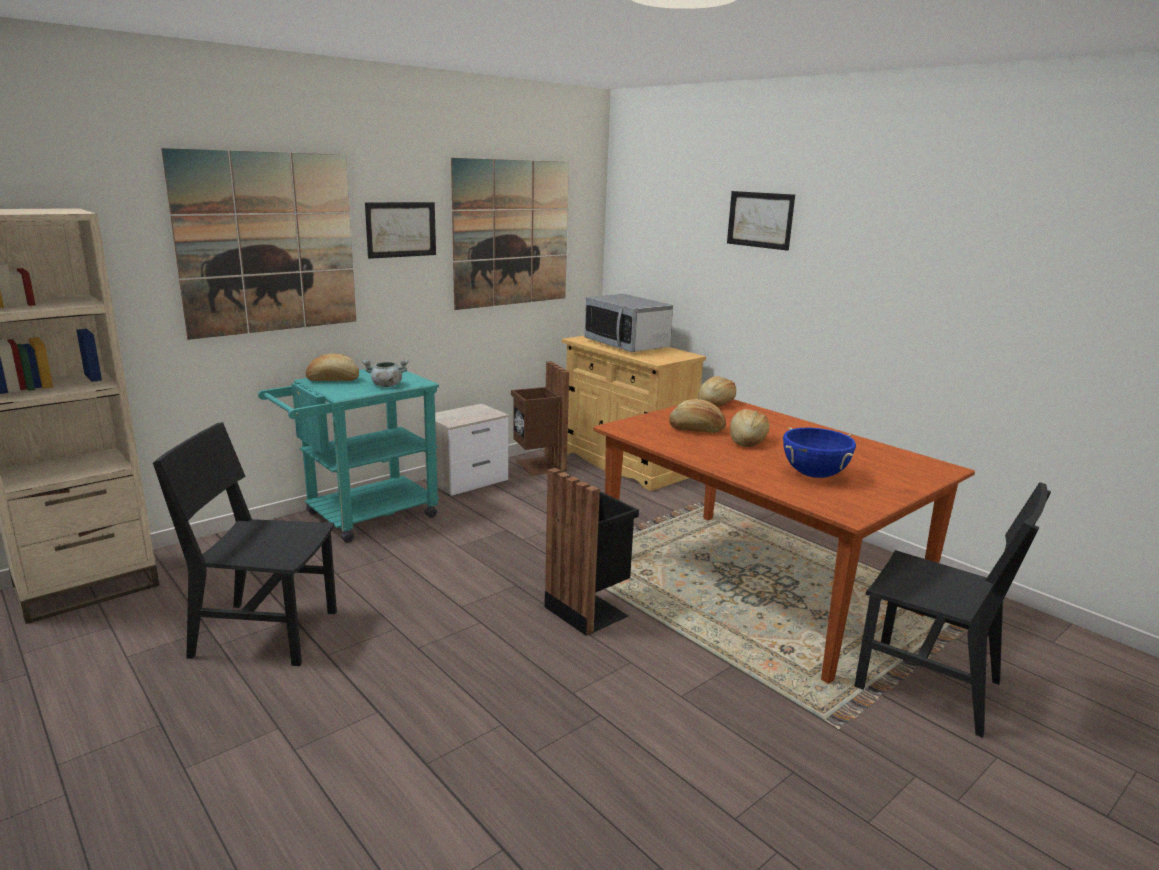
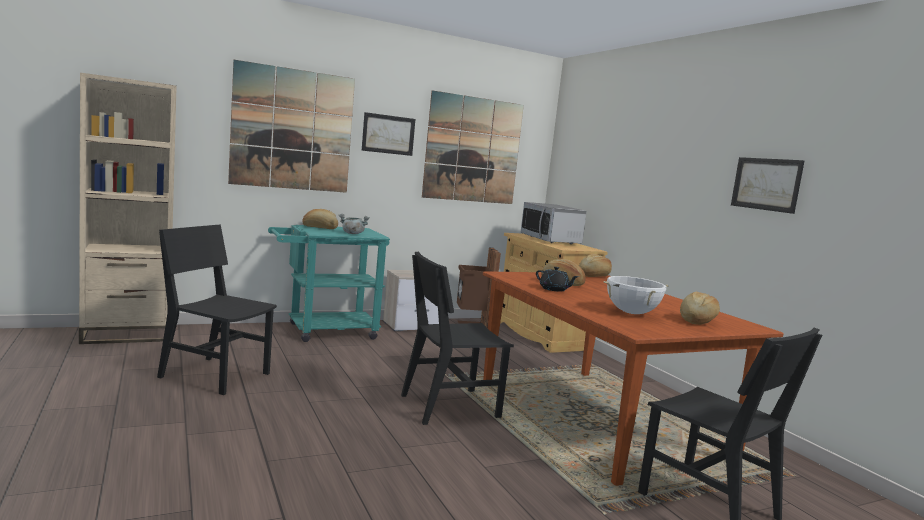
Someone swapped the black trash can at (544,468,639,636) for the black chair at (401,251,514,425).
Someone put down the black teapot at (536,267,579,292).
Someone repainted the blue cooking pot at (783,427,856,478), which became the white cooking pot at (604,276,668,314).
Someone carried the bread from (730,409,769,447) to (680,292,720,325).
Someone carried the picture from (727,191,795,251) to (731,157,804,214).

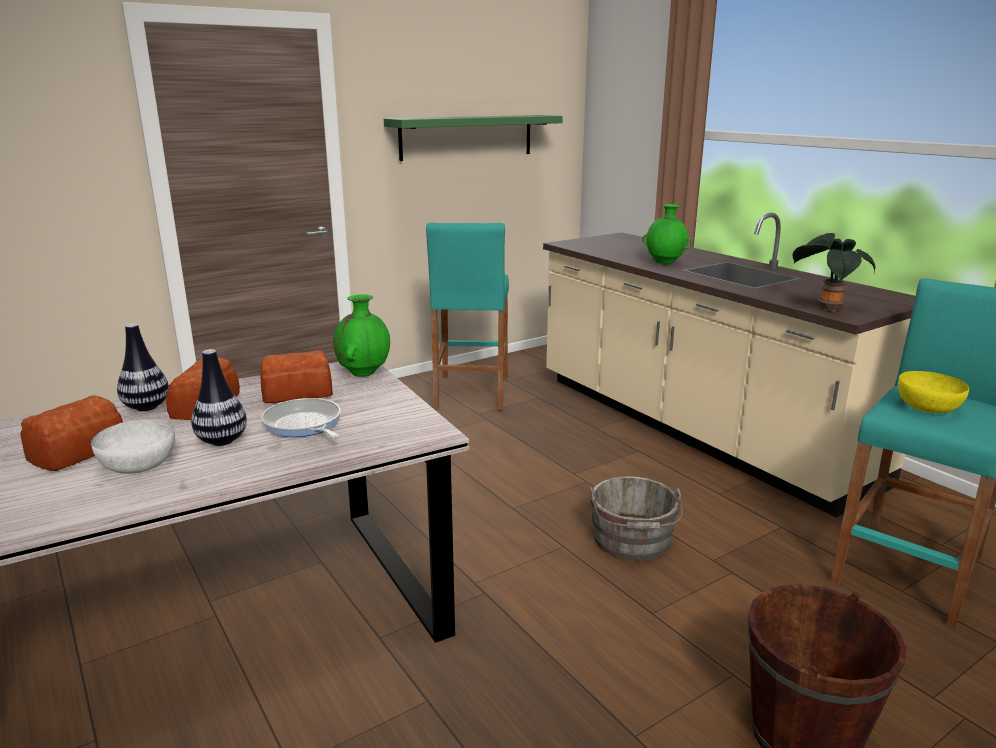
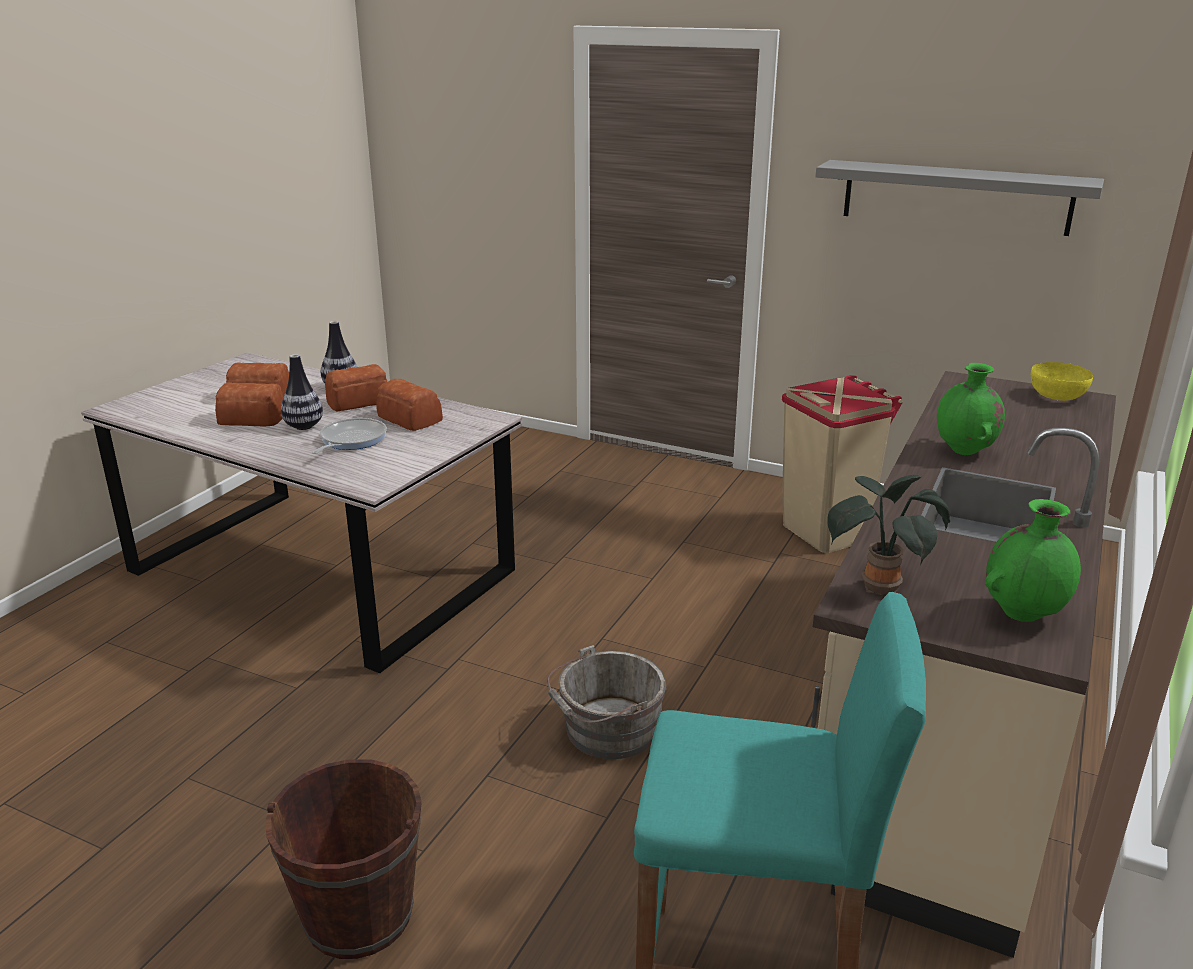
Someone swapped the white bowl at (91,419,175,474) for the bread at (215,382,284,427).
Someone swapped the turquoise stool at (426,222,509,411) for the beige trash can at (782,375,903,553).
Someone repainted the green shelf at (384,115,563,161), which became the grey shelf at (815,160,1104,236).
Someone carried the green vase from (333,294,390,377) to (985,499,1081,622).
Someone carried the yellow bowl from (898,371,969,413) to (1031,362,1093,401).

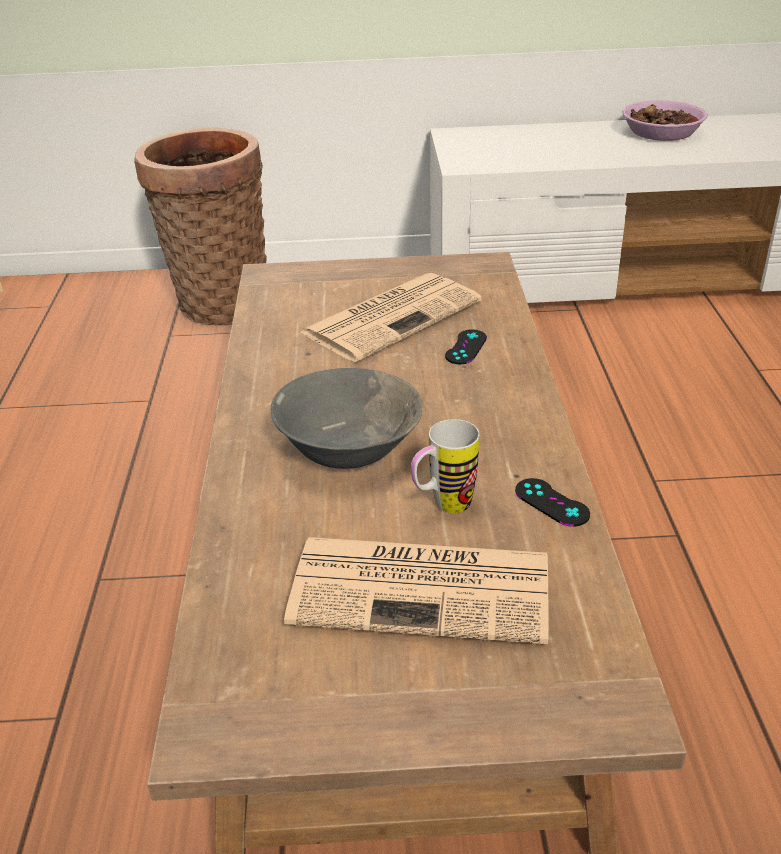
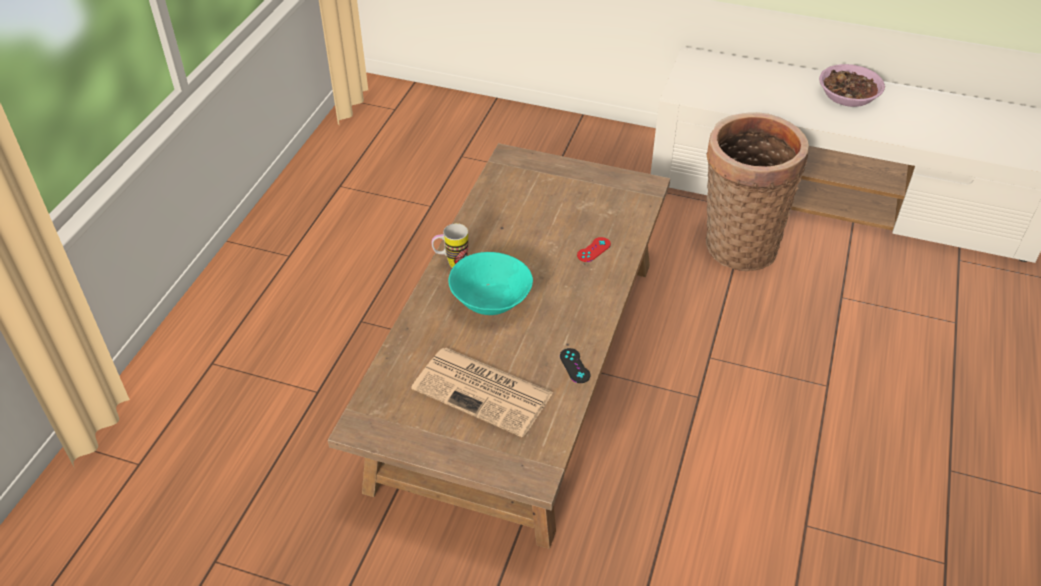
Someone carried the mug from (411,419,479,513) to (432,223,468,268).
Someone repainted the grey bowl at (271,368,422,469), which became the turquoise bowl at (448,252,533,315).
Someone repainted the black game controller at (445,329,487,364), which became the red game controller at (577,237,611,262).
Someone carried the basket from (134,128,267,325) to (706,112,809,271).
Someone took away the newspaper at (300,273,482,362).

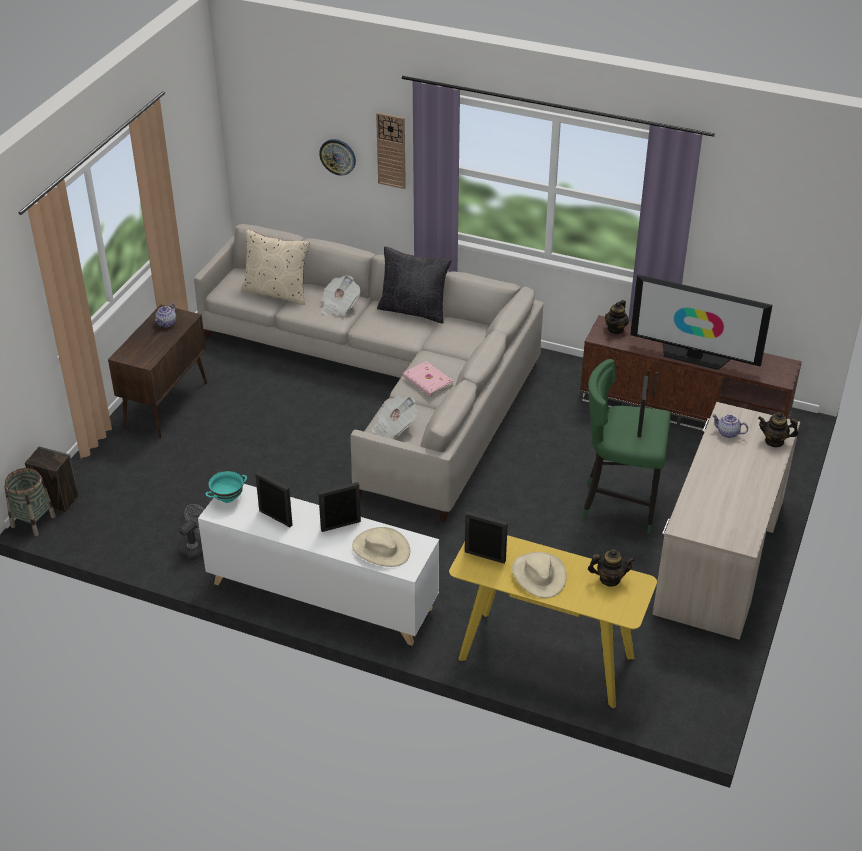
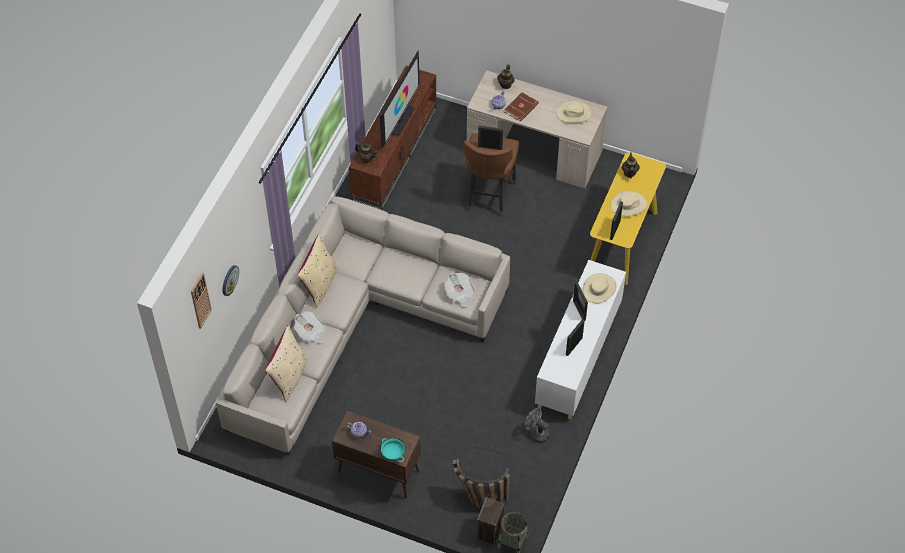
Someone carried the wall clock from (376,112,406,189) to (191,272,212,329).
Someone repainted the black pillow at (377,246,452,324), which became the beige pillow at (297,234,338,308).
Someone carried the turquoise bowl from (205,470,247,503) to (381,438,405,462).
Someone put down the basket at (453,448,510,509).
Someone repainted the green stool at (582,359,671,533), which became the brown stool at (463,133,519,217).
Someone put down the brown book at (504,92,539,122).
Someone put down the beige hat at (556,100,592,123).
Someone took away the pink book at (403,361,454,397).

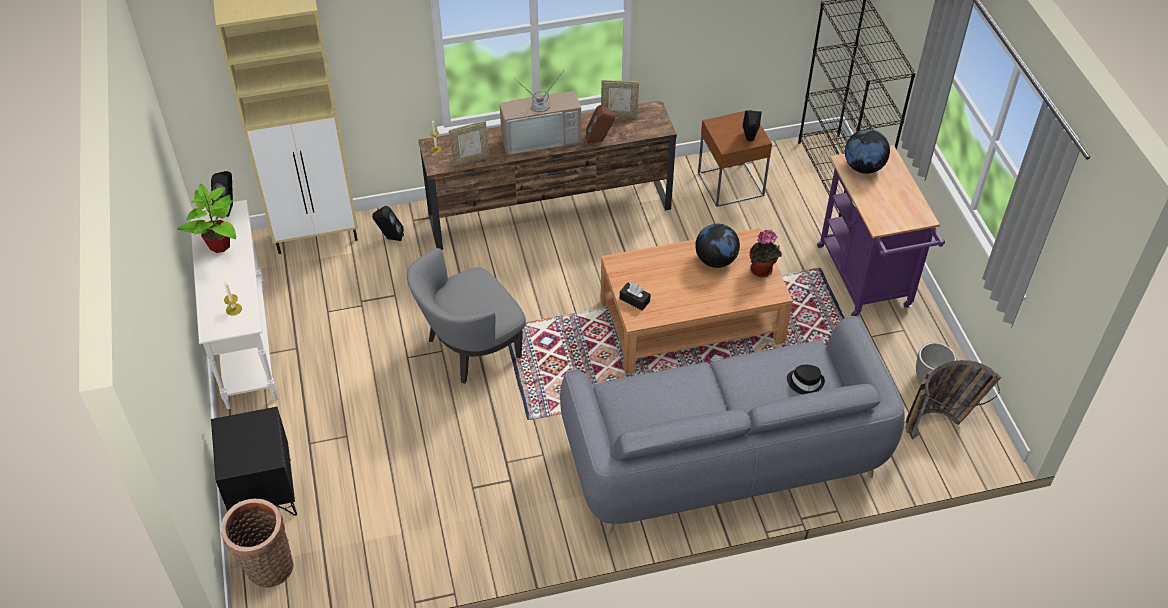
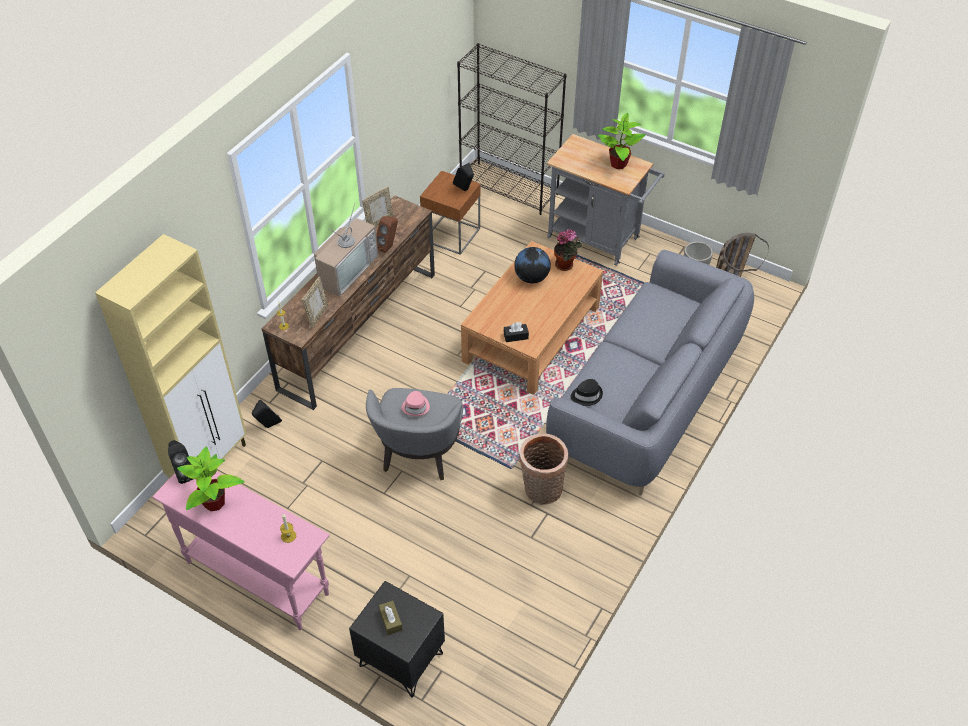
Someone repainted the white console table at (190,200,278,409), which became the pink console table at (152,472,330,630).
Someone put down the brown tissue box at (379,601,402,635).
Someone put down the pink hat at (401,391,430,416).
Someone carried the basket from (221,499,294,588) to (519,433,569,505).
Someone repainted the purple cart at (817,145,945,317), which became the grey cart at (547,134,665,266).
Someone carried the black hat from (787,365,825,394) to (571,379,603,406).
Someone put down the potted plant at (598,113,645,169).
Someone took away the globe at (845,129,890,174).

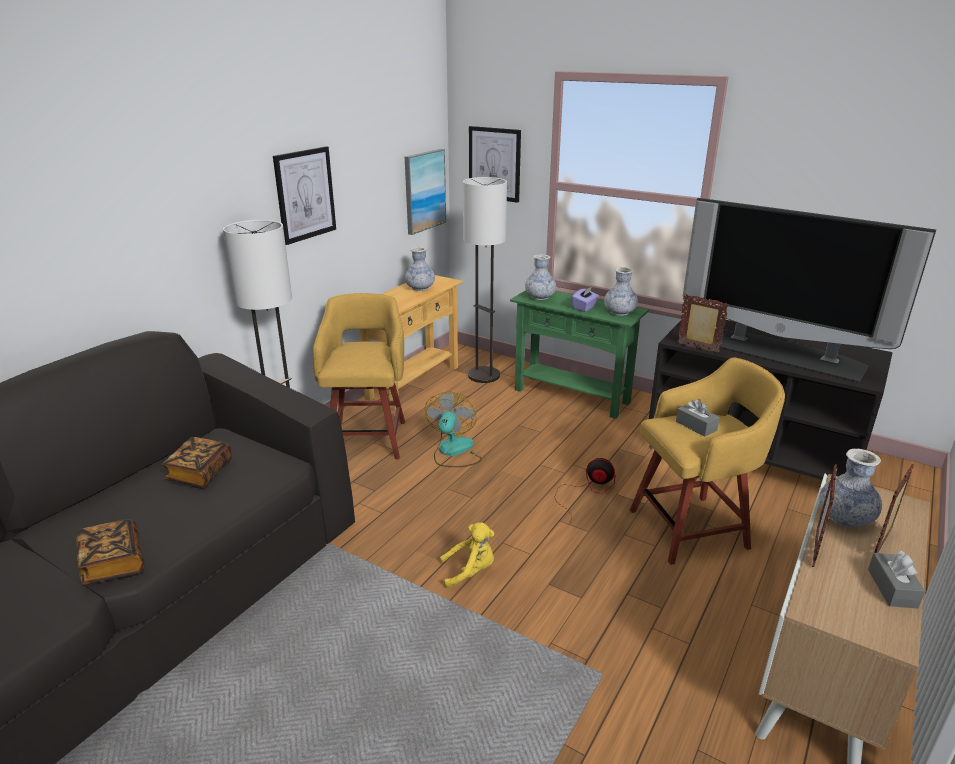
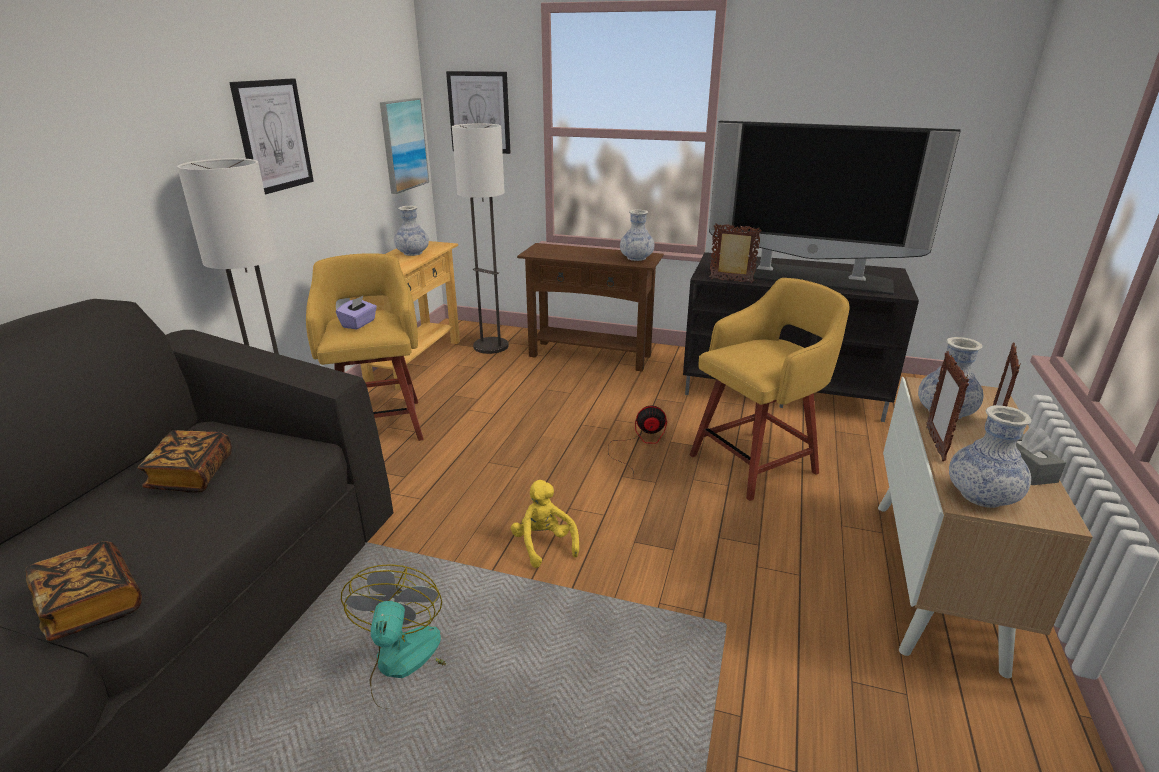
Someone carried the purple tissue box from (572,287,599,312) to (336,296,377,330).
Someone carried the fan from (425,392,482,467) to (341,564,446,709).
Someone rotated the yellow plush toy at (440,523,494,589) by 90 degrees counterclockwise.
Someone repainted the green console table at (510,290,649,419), which became the brown console table at (517,243,664,372).
Someone carried the vase from (525,254,556,300) to (949,405,1031,508).
Someone took away the grey tissue box at (676,399,720,437).

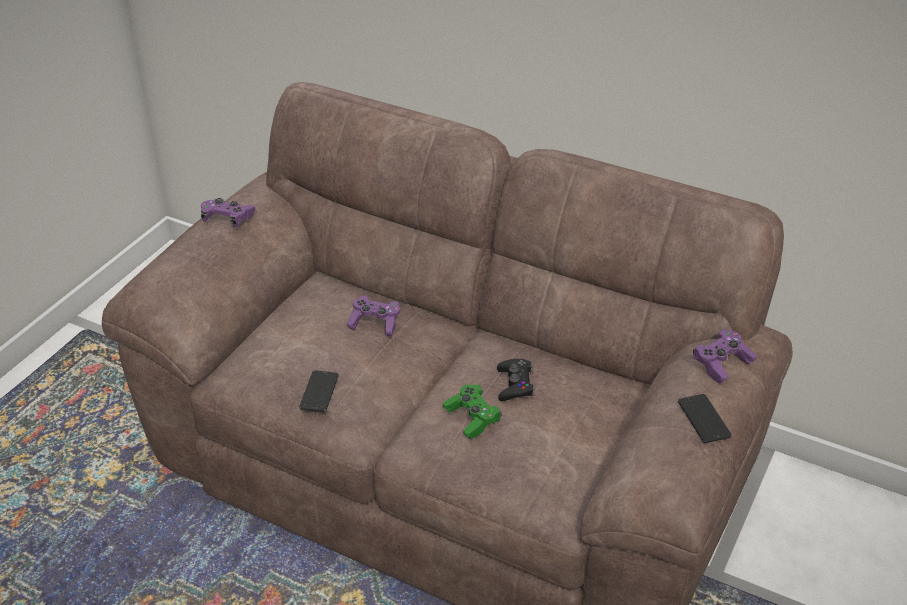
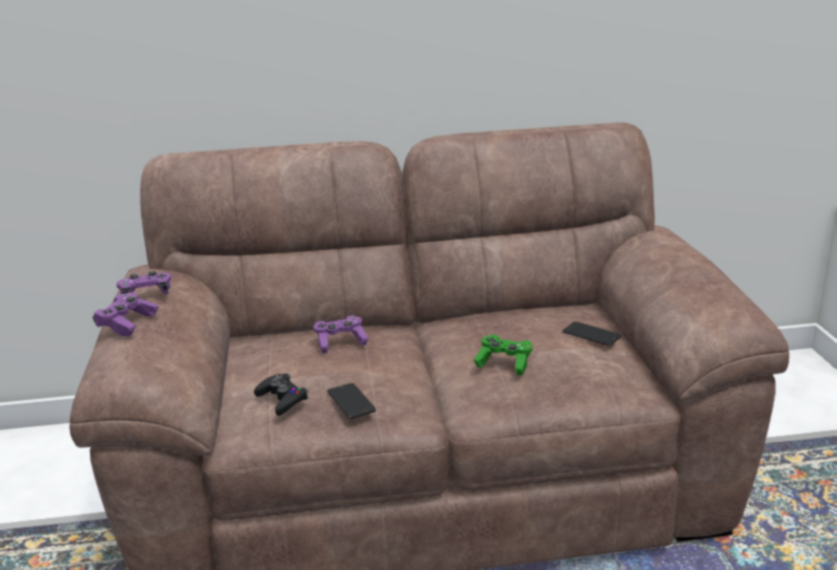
Someone carried the purple game controller from (693,329,757,384) to (93,292,158,336).
Someone carried the black game controller from (497,359,535,401) to (254,373,308,416).
Someone carried the phone from (678,394,732,443) to (562,321,621,346).

